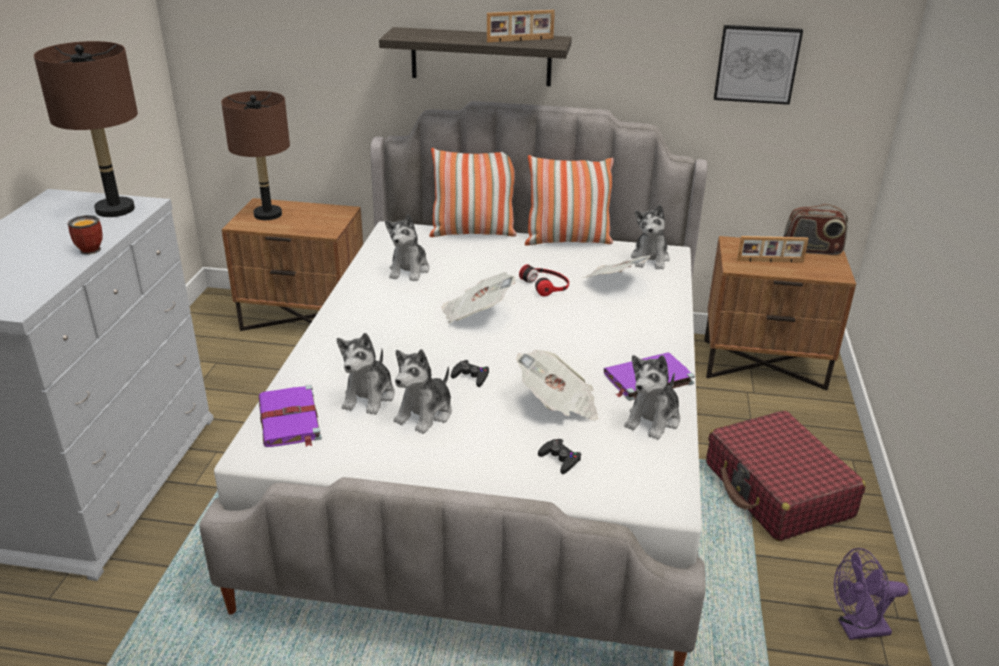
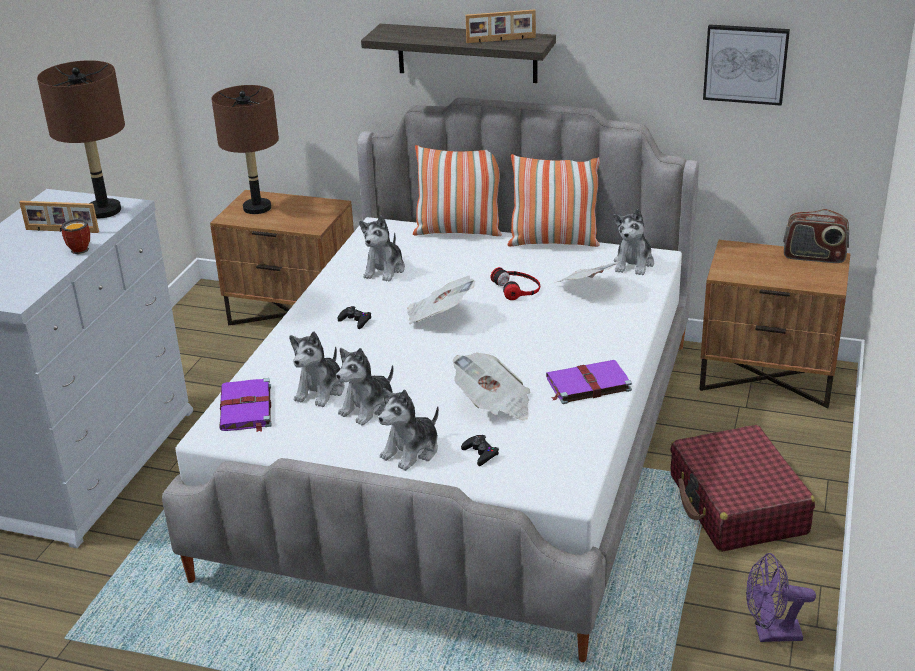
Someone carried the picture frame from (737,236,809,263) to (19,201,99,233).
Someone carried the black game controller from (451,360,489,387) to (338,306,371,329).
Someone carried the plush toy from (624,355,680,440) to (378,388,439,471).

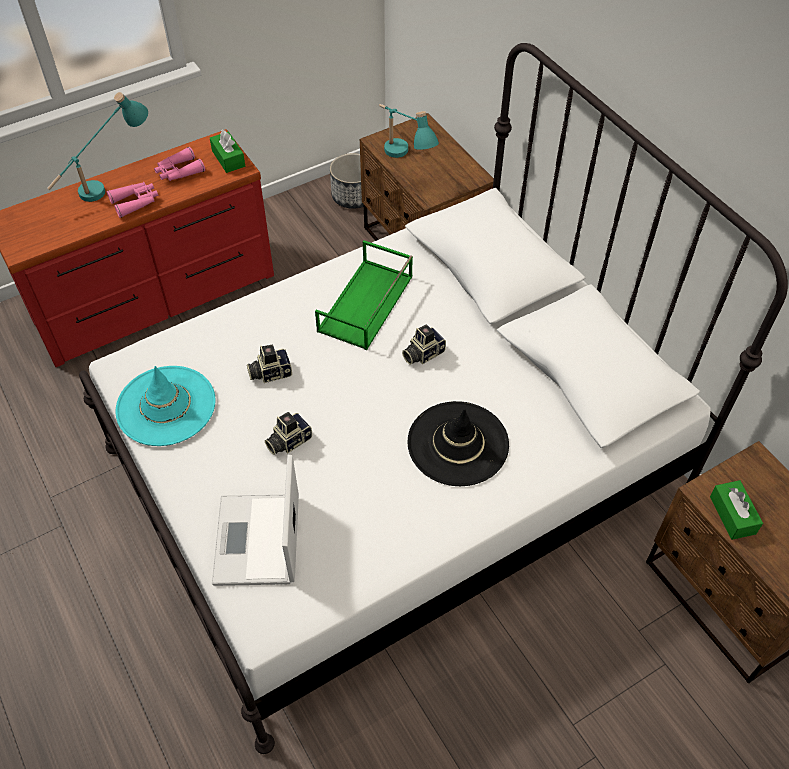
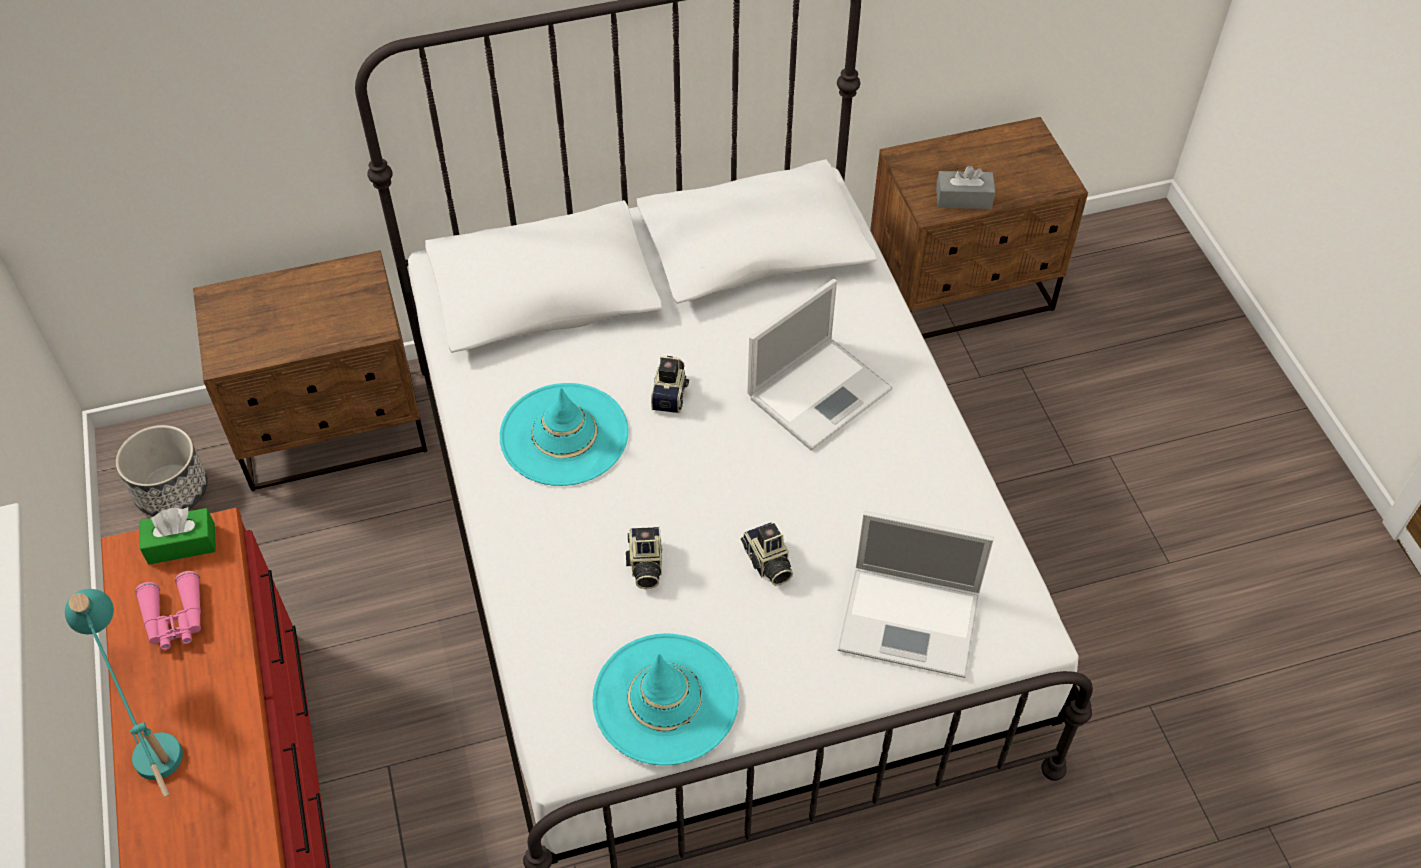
Someone swapped the green tray at (315,240,413,350) for the turquoise hat at (500,383,629,486).
Someone rotated the photo camera at (402,325,446,365) by 150 degrees counterclockwise.
Someone swapped the black hat at (407,401,509,486) for the laptop at (747,279,893,450).
Someone repainted the green tissue box at (710,480,763,540), which became the grey tissue box at (936,166,995,209).
Someone took away the pink binoculars at (107,182,158,218).
Someone took away the turquoise table lamp at (379,104,439,158).

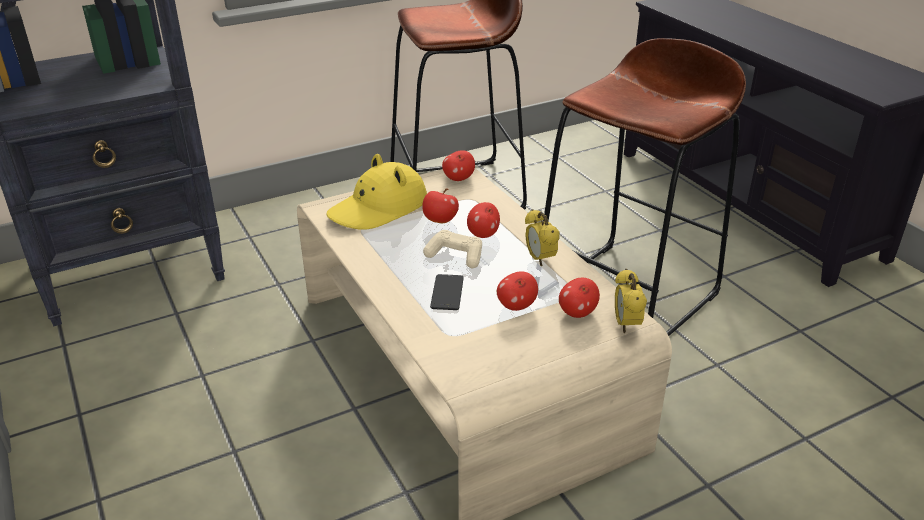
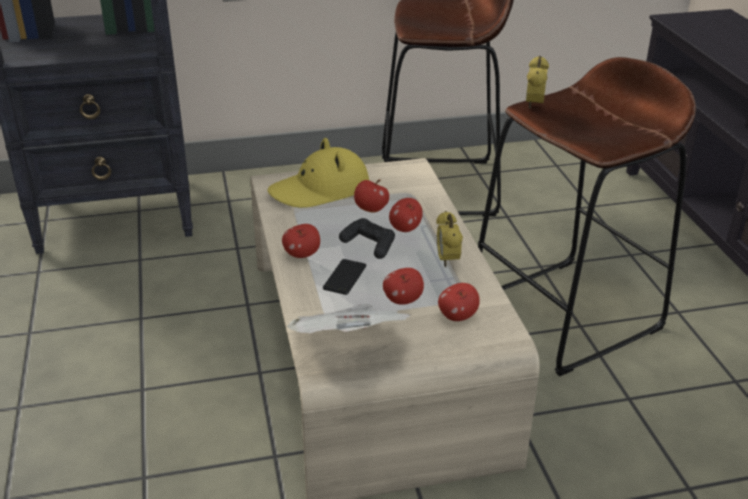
Someone carried the apple from (442,150,475,181) to (282,224,320,258).
Someone put down the newspaper at (287,304,410,333).
Someone repainted the beige game controller at (423,230,482,268), which became the black game controller at (339,218,395,259).
Someone carried the alarm clock from (615,269,647,333) to (526,56,549,109).

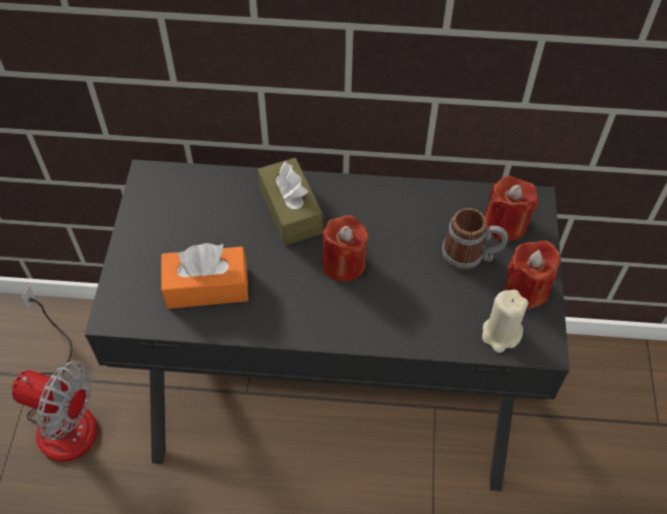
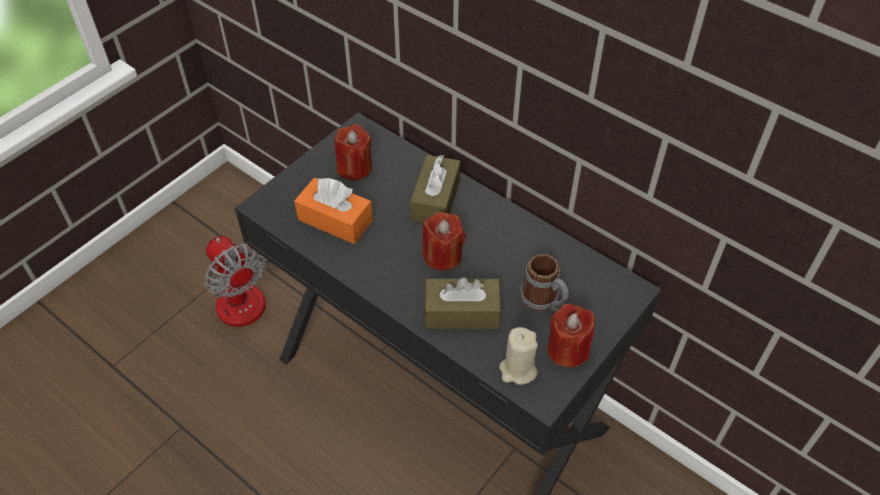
Someone carried the red candle from (485,176,538,241) to (334,124,372,180).
Someone put down the brown tissue box at (424,277,501,329).

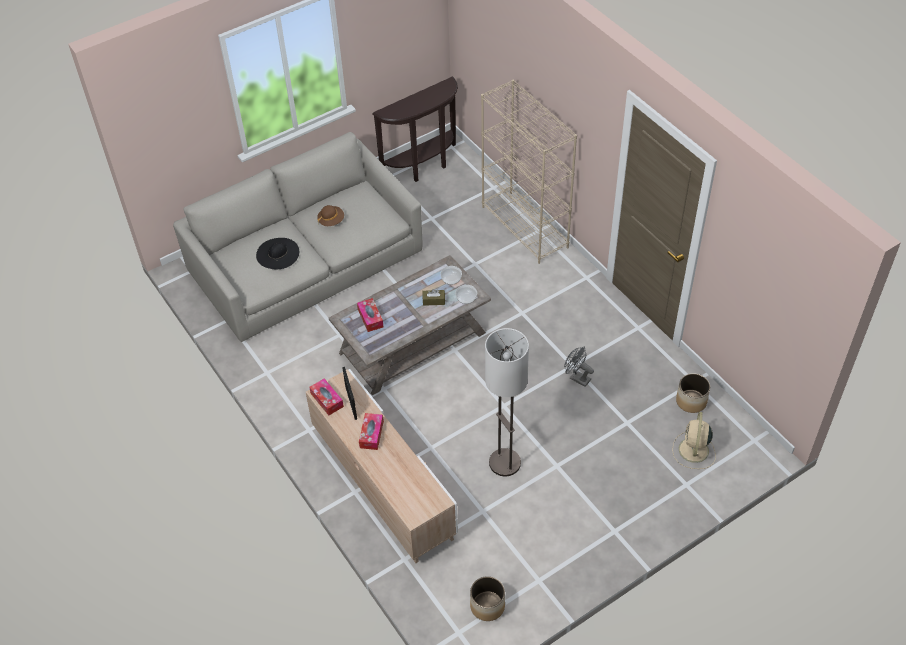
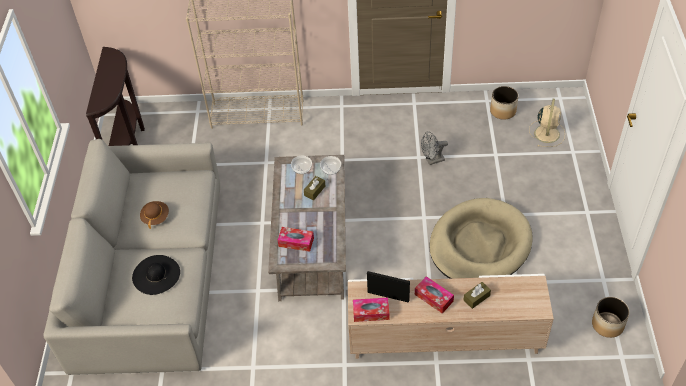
Someone swapped the floor lamp at (485,328,529,476) for the beige dog bed at (429,198,533,279).
Someone put down the brown tissue box at (464,282,491,309).
Someone rotated the beige fan at (672,412,716,469) by 120 degrees counterclockwise.

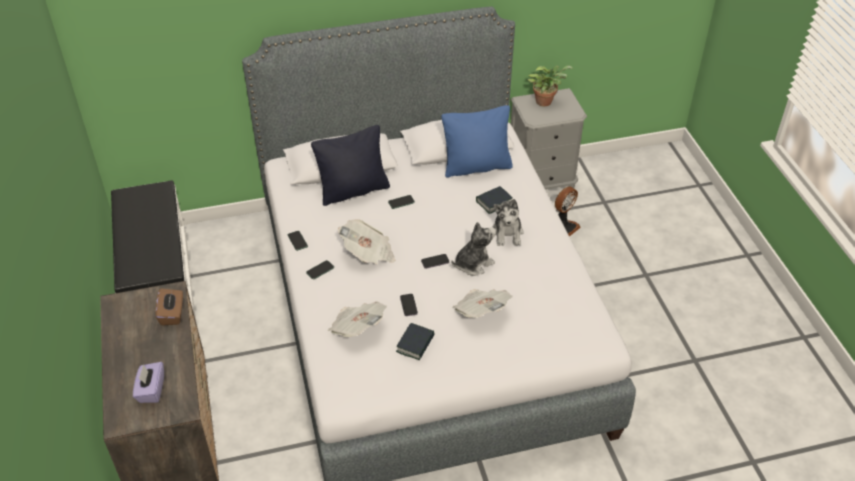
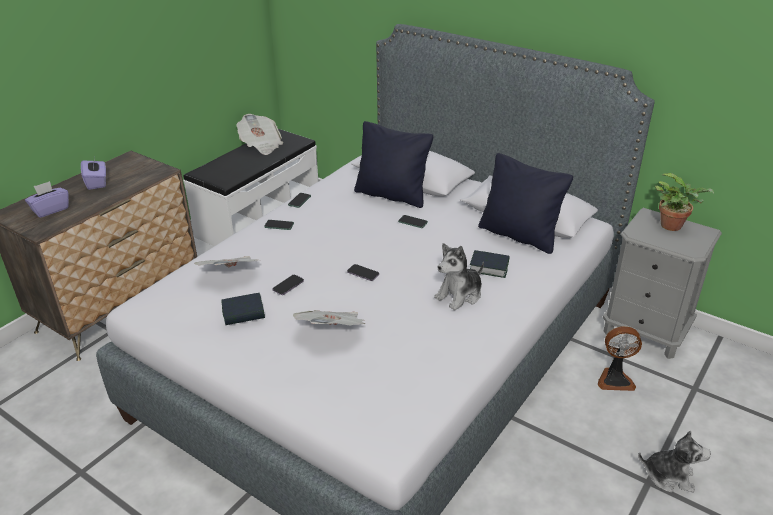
Someone put down the purple tissue box at (81,157,106,190).
Someone carried the newspaper from (338,219,396,264) to (236,114,283,155).
Someone repainted the blue pillow at (441,105,513,178), which became the black pillow at (478,153,573,254).
Someone carried the plush toy from (451,222,496,276) to (638,431,711,493).
Someone took away the brown tissue box at (156,288,183,326).

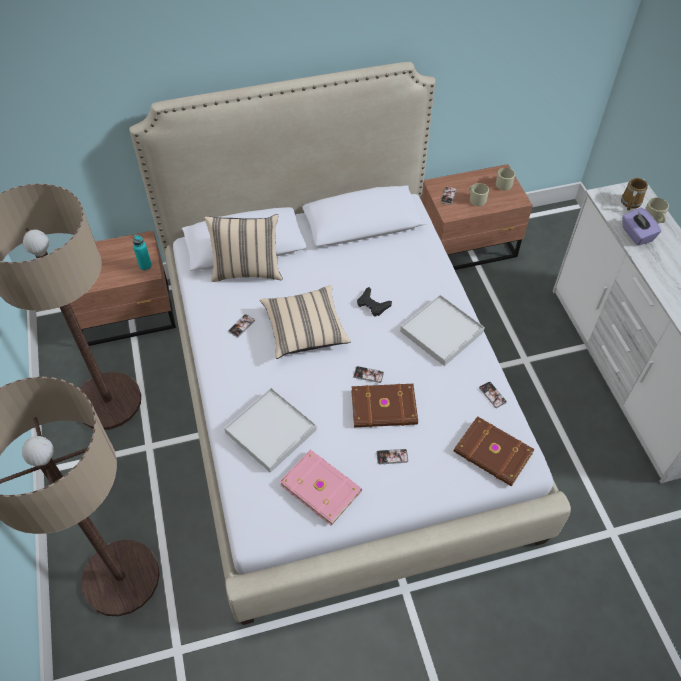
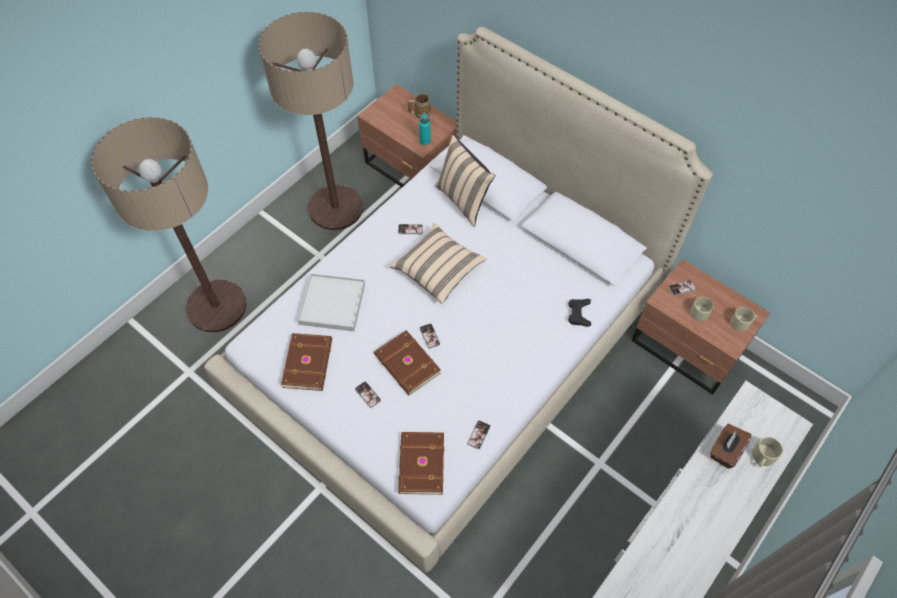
Someone repainted the pink book at (280,450,362,526), which became the brown book at (281,333,332,391).
Someone carried the mug from (621,178,648,211) to (408,93,431,118).
Someone carried the black game controller from (357,287,392,317) to (568,299,591,327).
Someone repainted the purple tissue box at (622,207,661,245), which became the brown tissue box at (710,424,752,468).
Someone took away the white tray at (400,295,485,366).

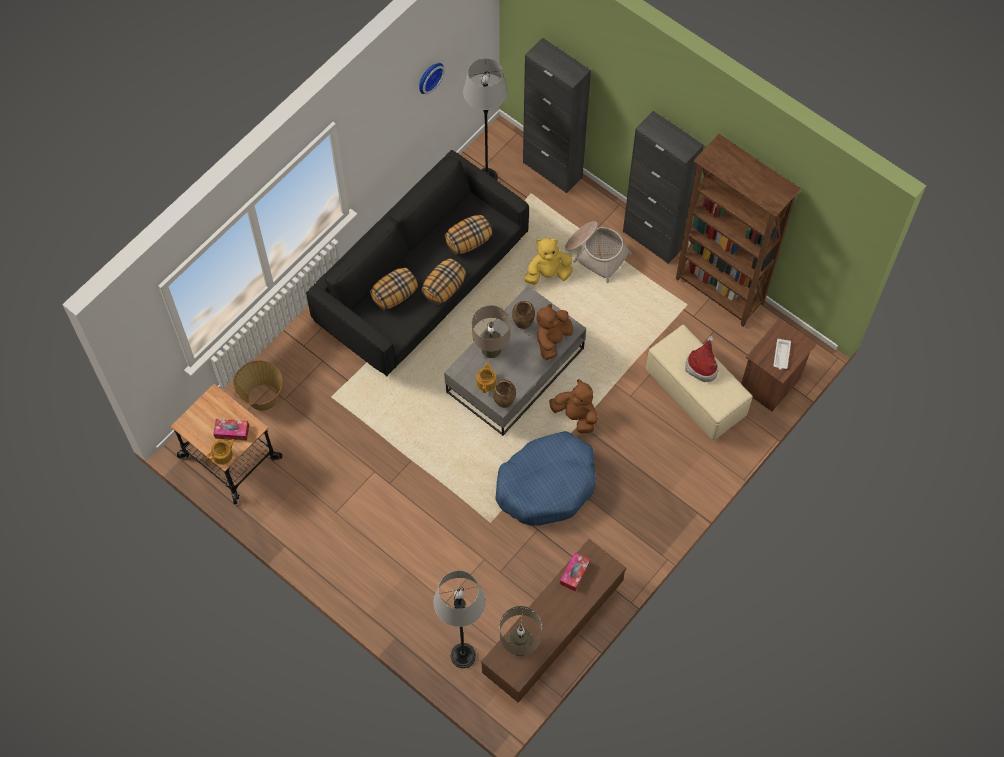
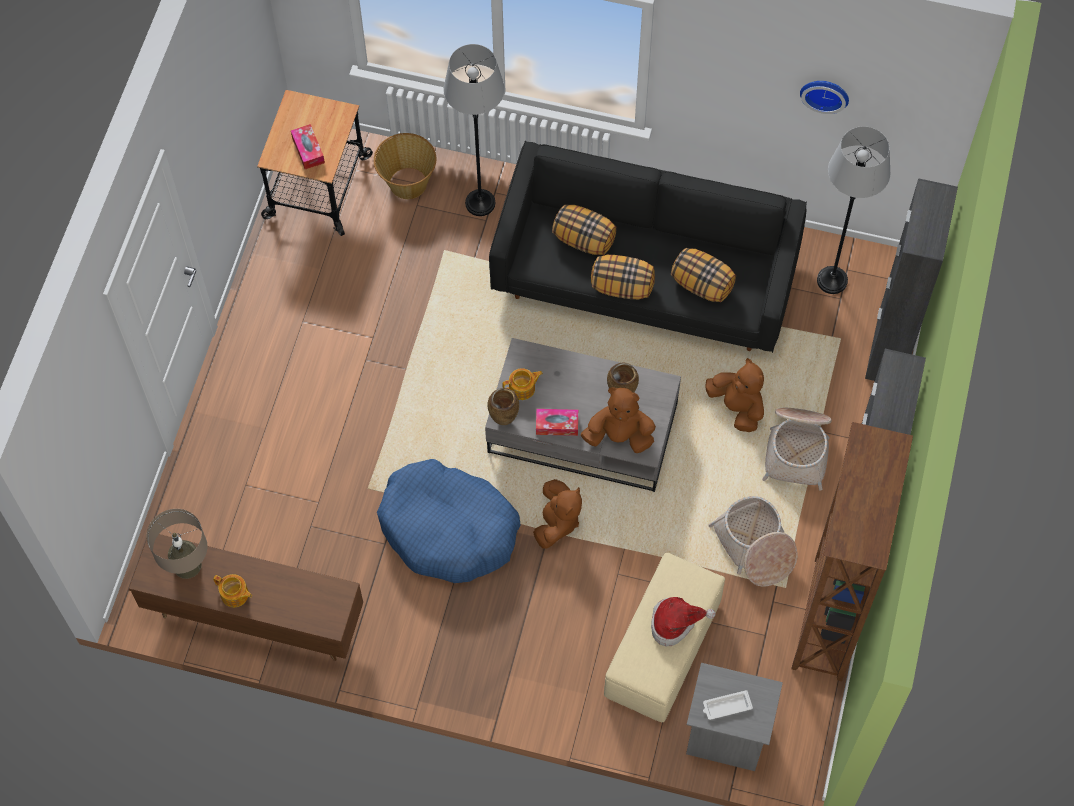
Someone carried the teapot from (206,439,235,465) to (213,574,252,607).
Someone carried the grey floor lamp from (434,571,485,668) to (443,44,505,216).
Someone carried the tissue box from (560,552,590,592) to (536,409,578,436).
Someone repainted the brown nightstand at (741,318,817,411), which became the grey nightstand at (686,663,783,771).
Someone repainted the yellow plush toy at (524,238,573,285), which became the brown plush toy at (705,358,764,432).
Someone put down the basket at (708,496,797,587).
Someone took away the beige table lamp at (472,305,510,358).

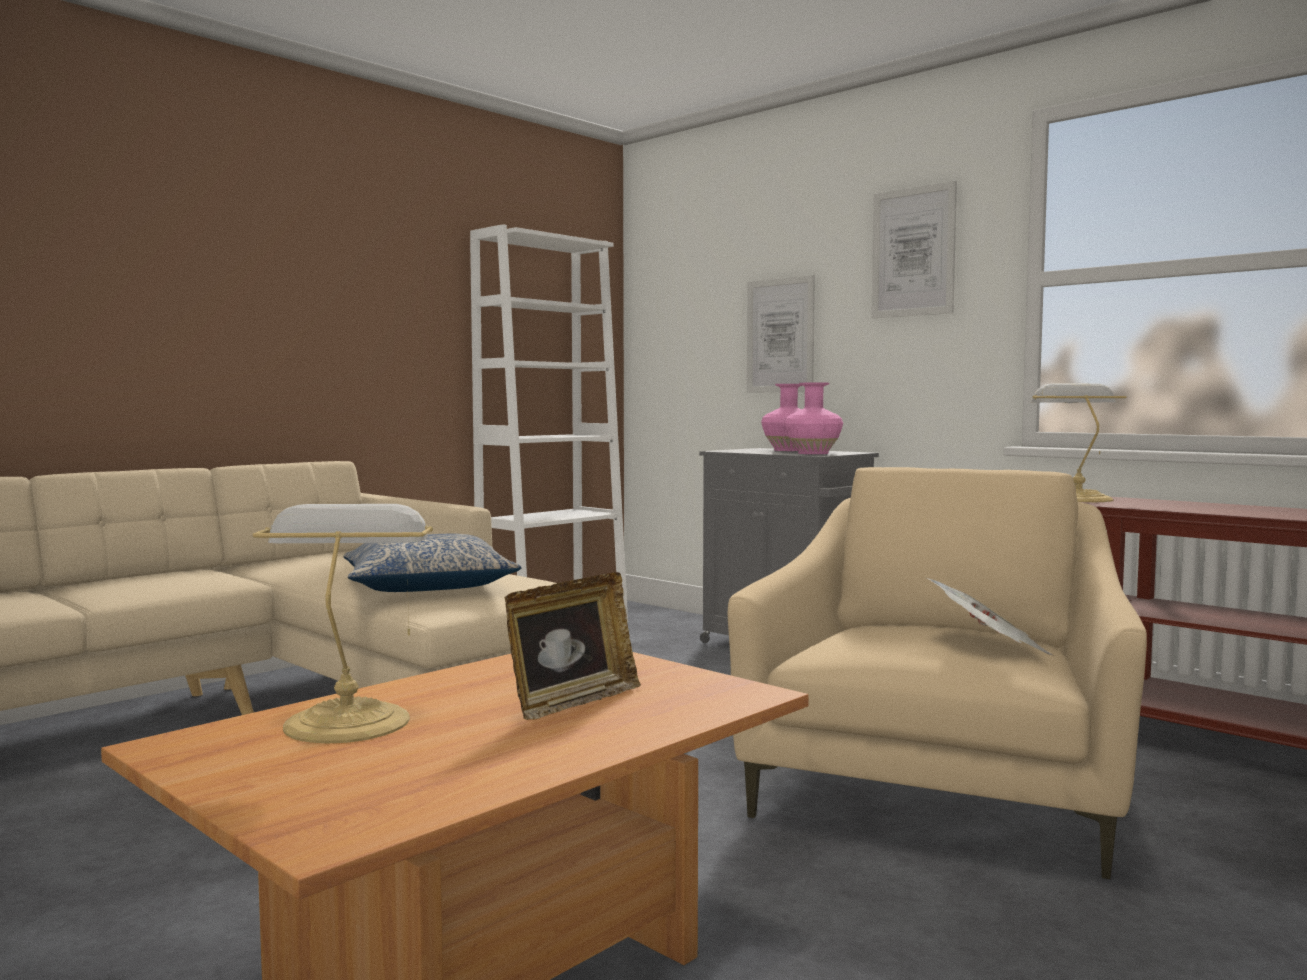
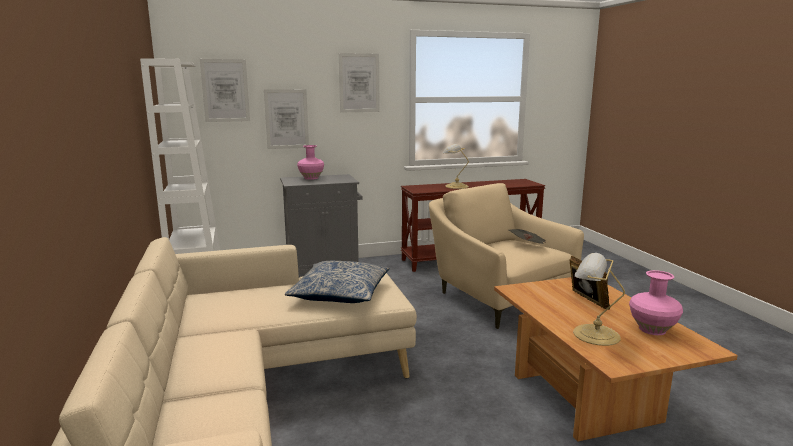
Someone put up the picture at (200,59,250,122).
Someone carried the pink vase from (784,383,843,454) to (629,270,683,335).

